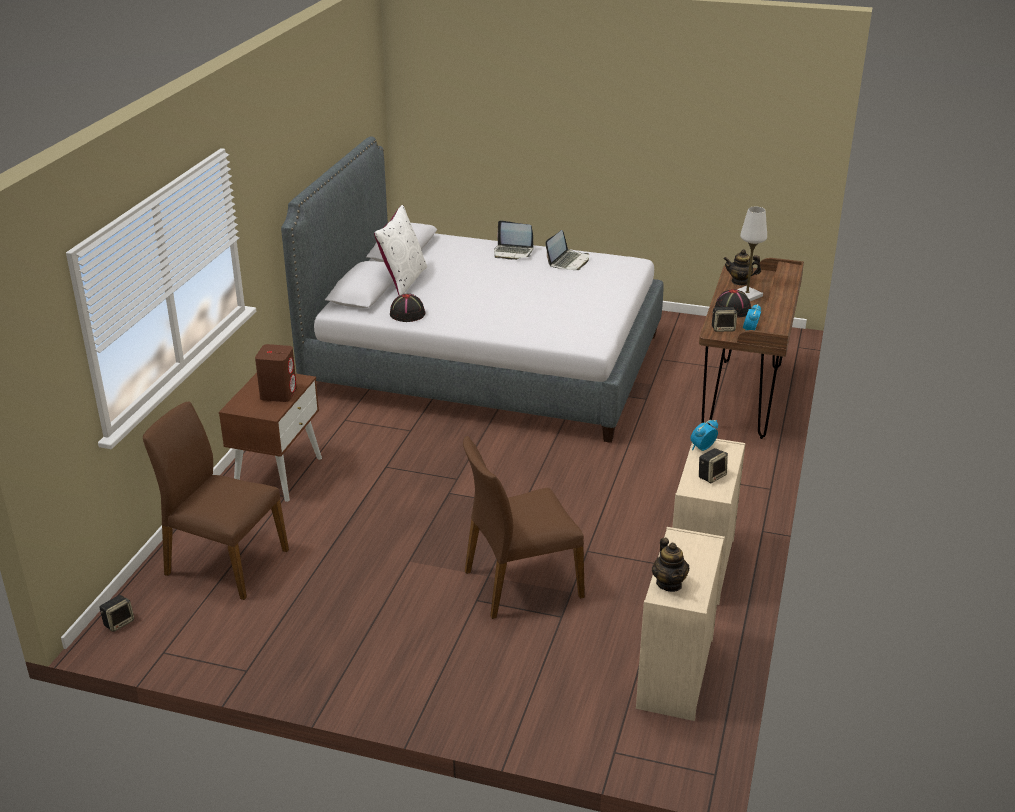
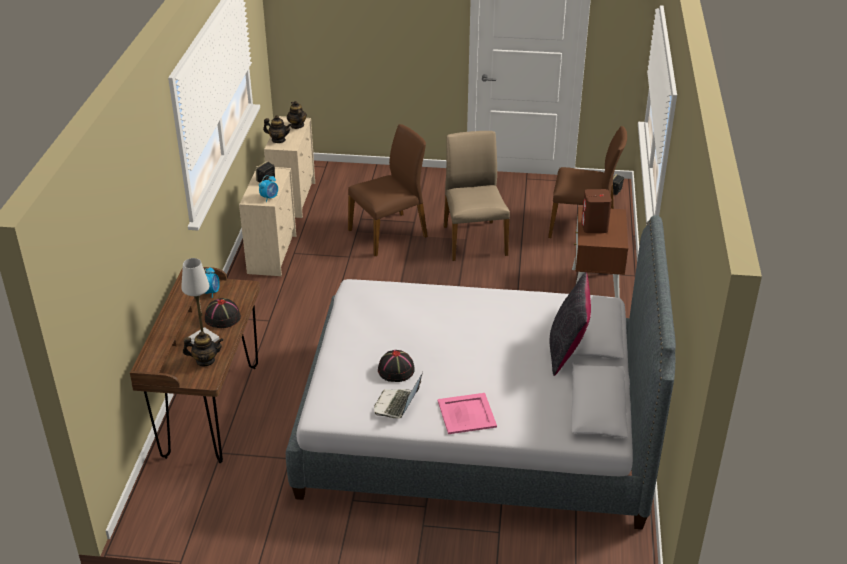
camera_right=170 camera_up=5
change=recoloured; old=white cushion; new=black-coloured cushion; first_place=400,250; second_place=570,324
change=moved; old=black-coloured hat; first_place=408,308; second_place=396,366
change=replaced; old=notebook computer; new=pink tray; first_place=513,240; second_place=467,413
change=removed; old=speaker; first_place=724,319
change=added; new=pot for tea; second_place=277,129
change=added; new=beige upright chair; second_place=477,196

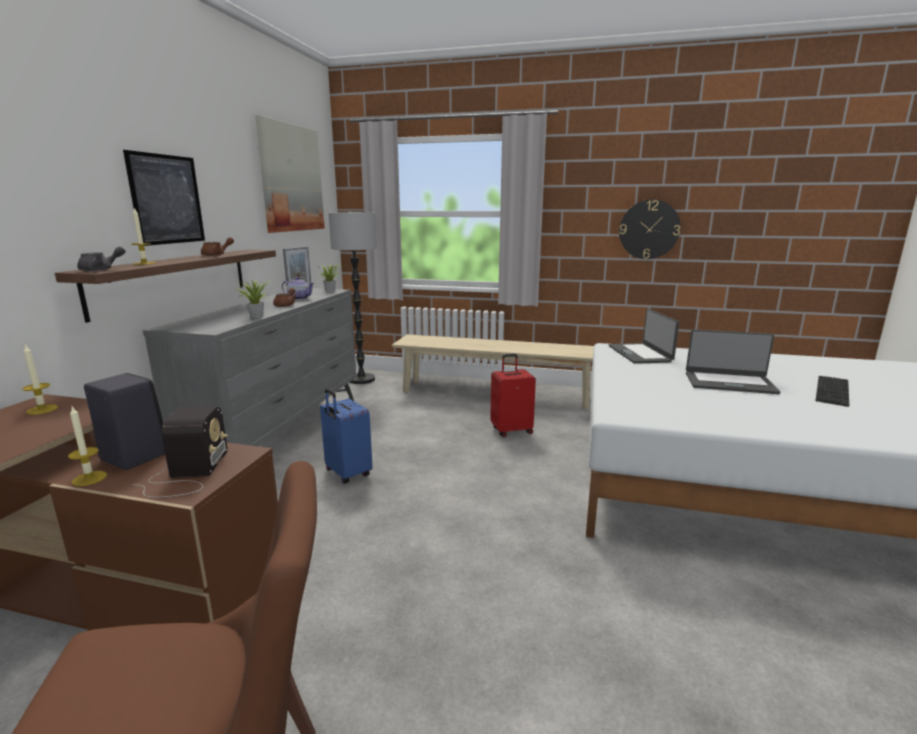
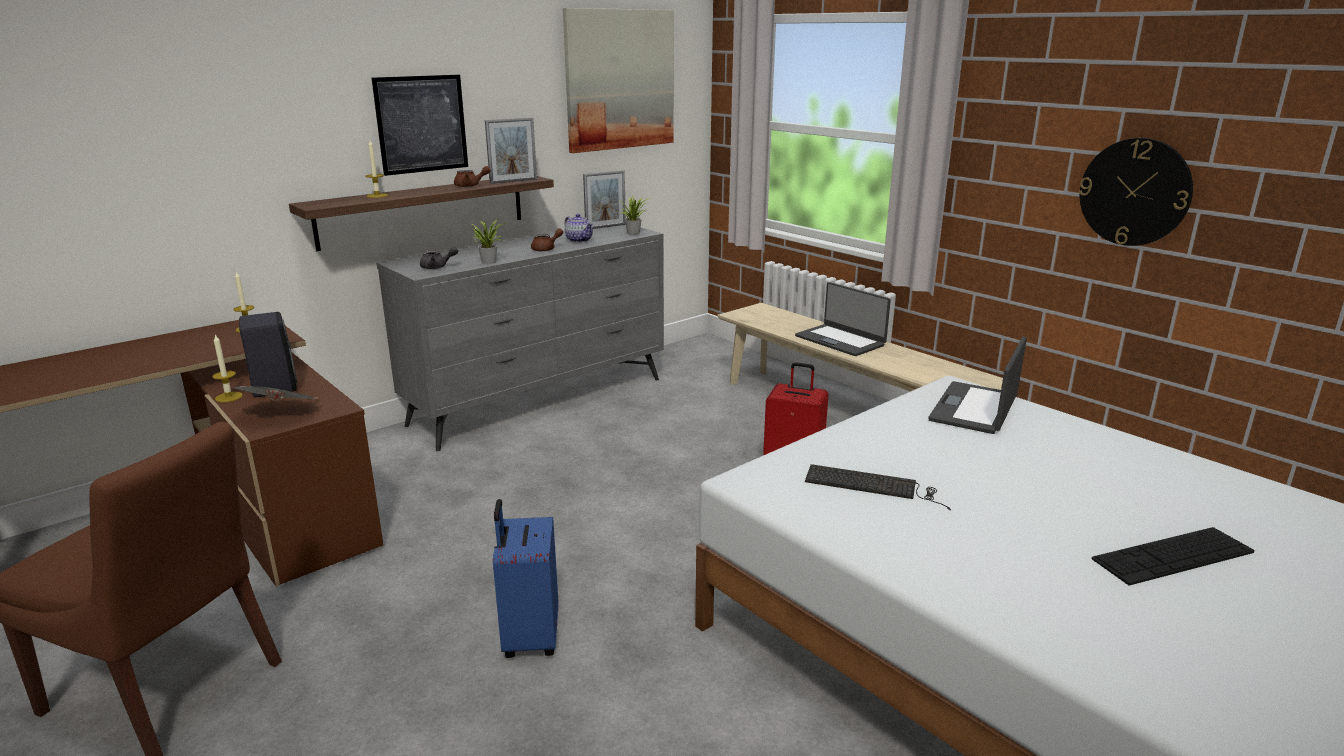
camera_right=35 camera_up=5
change=moved; old=greyish pot for tea; first_place=101,258; second_place=439,258
change=replaced; old=radio; new=daily paper; first_place=180,452; second_place=271,393
change=moved; old=blue-coloured suitcase; first_place=346,436; second_place=526,578
change=removed; old=standard lamp; first_place=352,298
change=moved; old=notebook computer; first_place=733,361; second_place=843,319
change=added; new=photo frame; second_place=511,151
change=added; new=computer keyboard; second_place=878,487

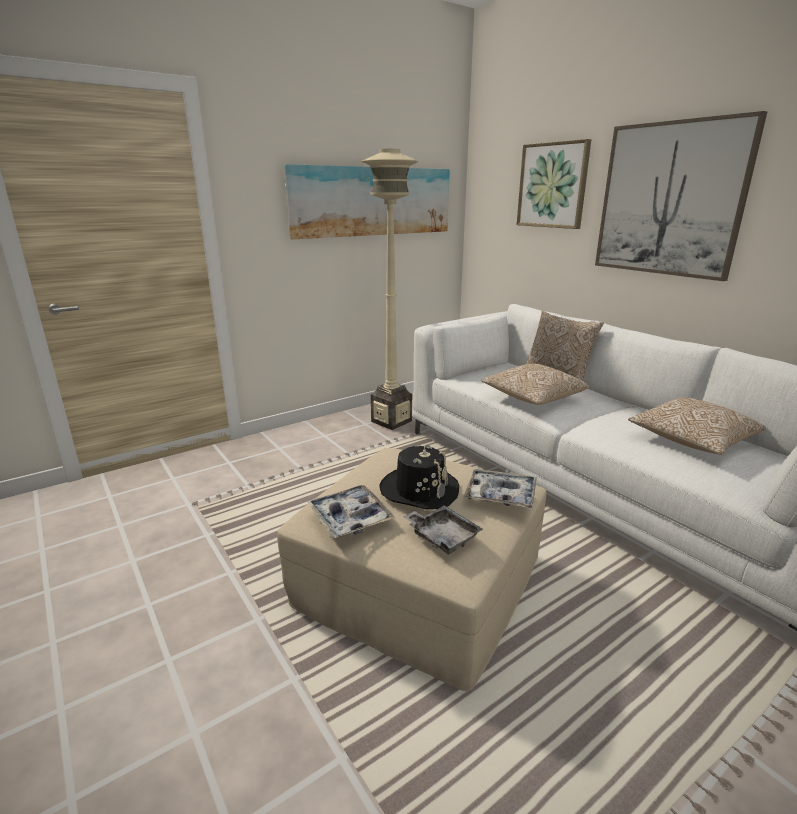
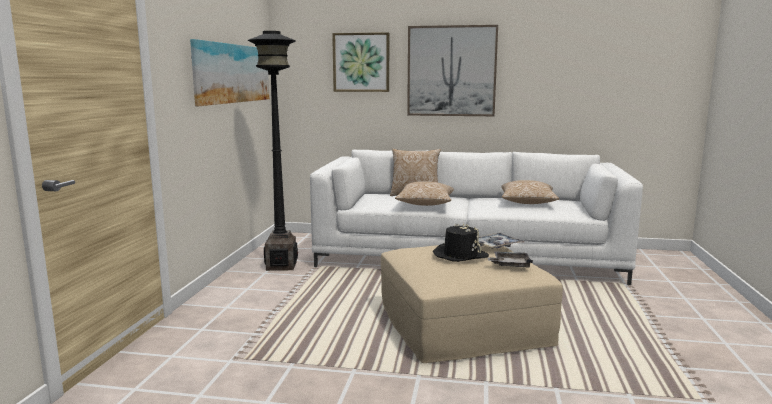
camera_right=-45 camera_up=-10
change=removed; old=tray; first_place=351,511
change=recoloured; old=beige standard lamp; new=black-coloured standard lamp; first_place=390,289; second_place=273,151

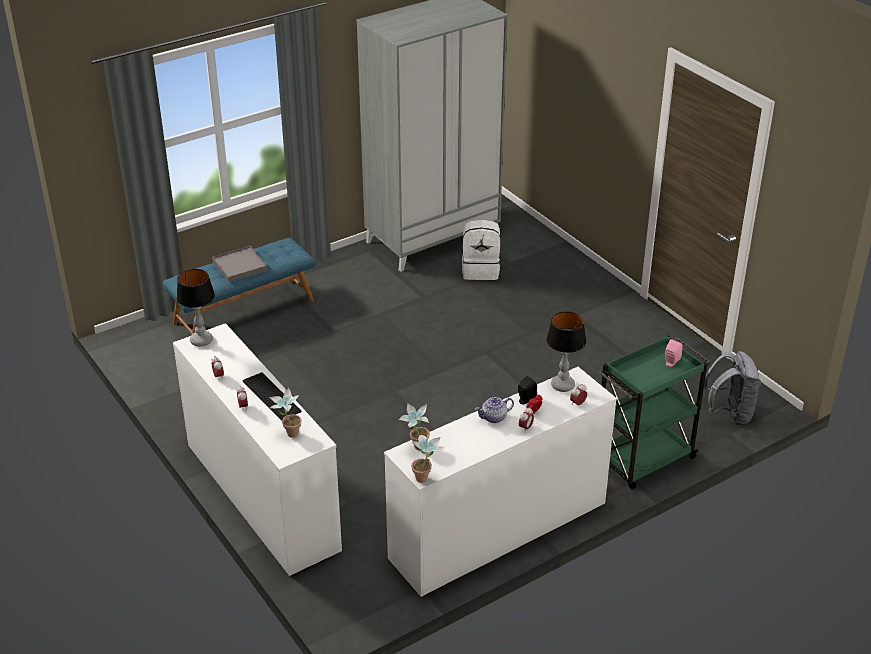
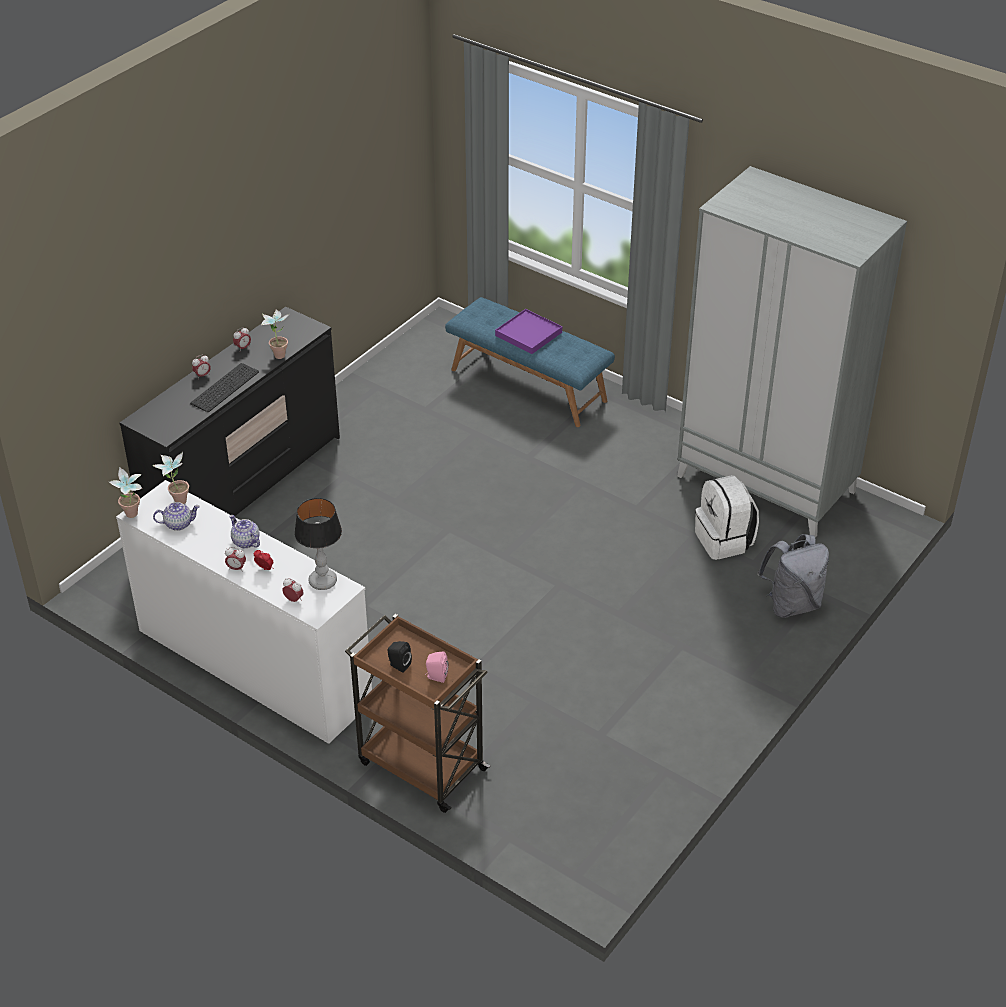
camera_right=70 camera_up=5
change=recoloured; old=white chest of drawers; new=black-coloured chest of drawers; first_place=257,449; second_place=229,411
change=removed; old=lamp for a table; first_place=195,308
change=recoloured; old=greyish tray; new=purple tray; first_place=239,264; second_place=528,331
change=moved; old=potted plant; first_place=285,413; second_place=275,334
change=moved; old=black-coloured speaker; first_place=527,390; second_place=399,657
change=recoloured; old=green trolley; new=brownish trolley; first_place=654,412; second_place=418,713
change=moved; old=greyish backpack; first_place=732,388; second_place=793,576
change=added; new=pot for tea; second_place=176,516

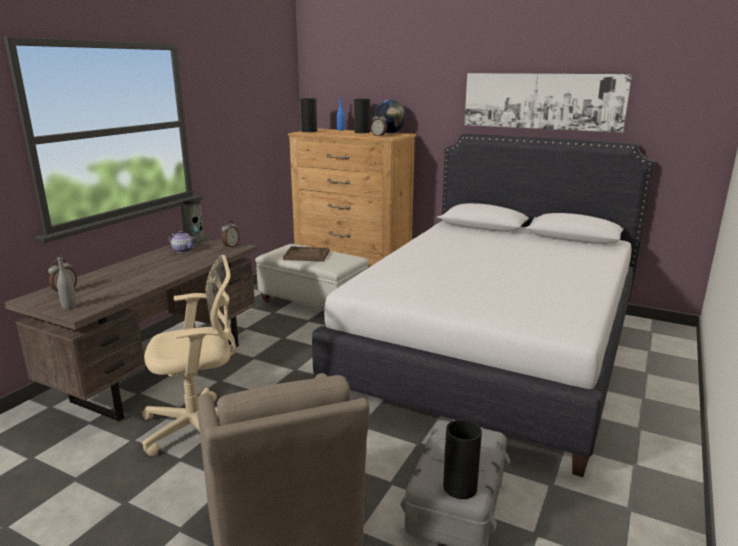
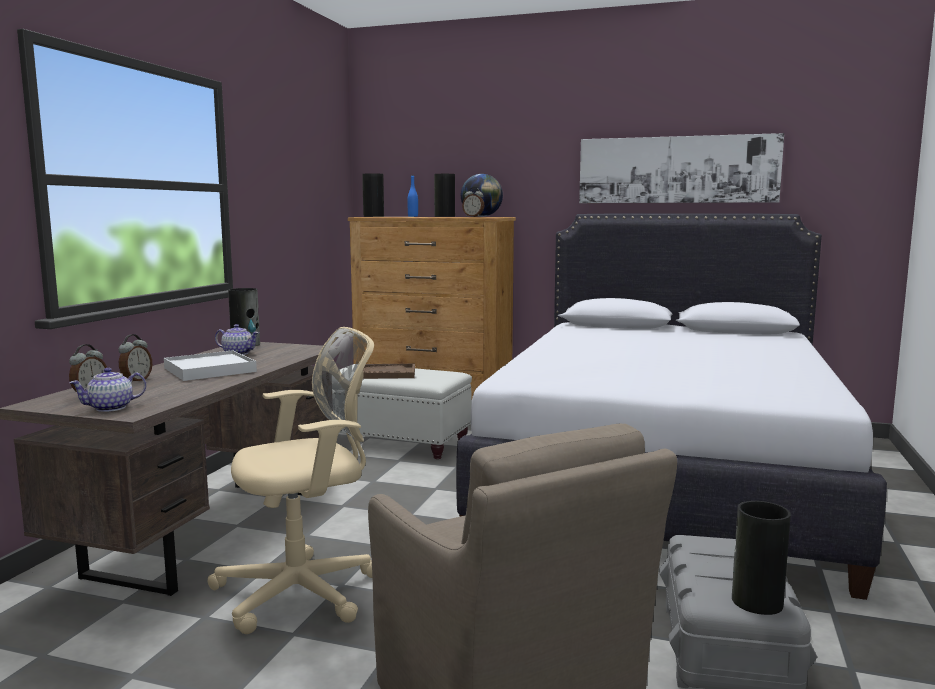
camera_right=-10 camera_up=-10
change=replaced; old=greyish beverage bottle; new=pot for tea; first_place=67,282; second_place=107,390
change=moved; old=table clock; first_place=230,234; second_place=135,357
change=added; new=white tray; second_place=210,365

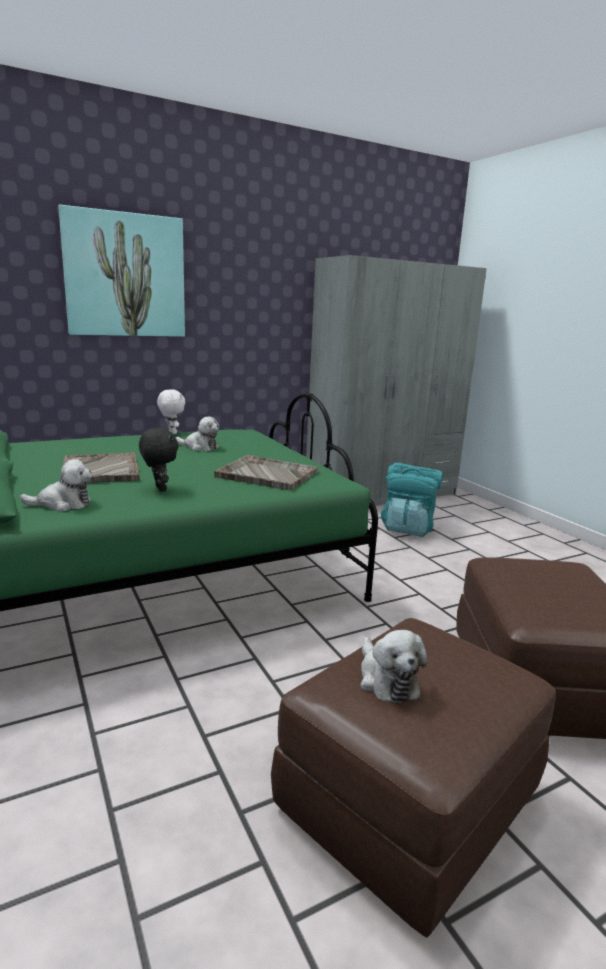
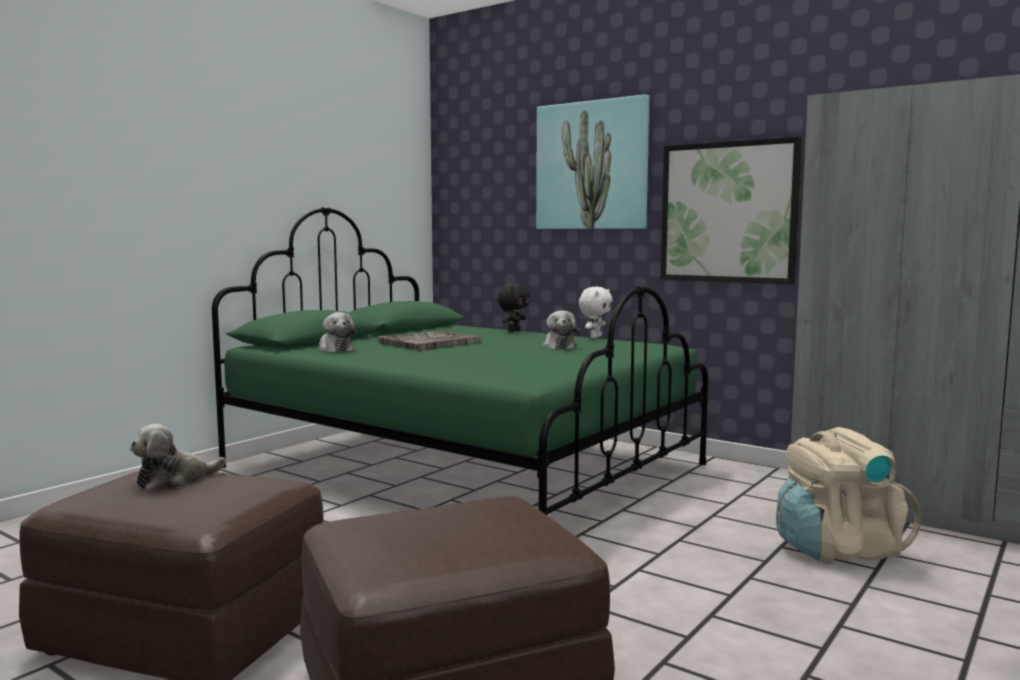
camera_right=65 camera_up=-10
change=moved; old=black-coloured soft toy; first_place=158,460; second_place=513,307
change=removed; old=greyish tray; first_place=266,472
change=recoloured; old=turquoise backpack; new=beige backpack; first_place=412,500; second_place=848,495
change=added; new=picture; second_place=731,210

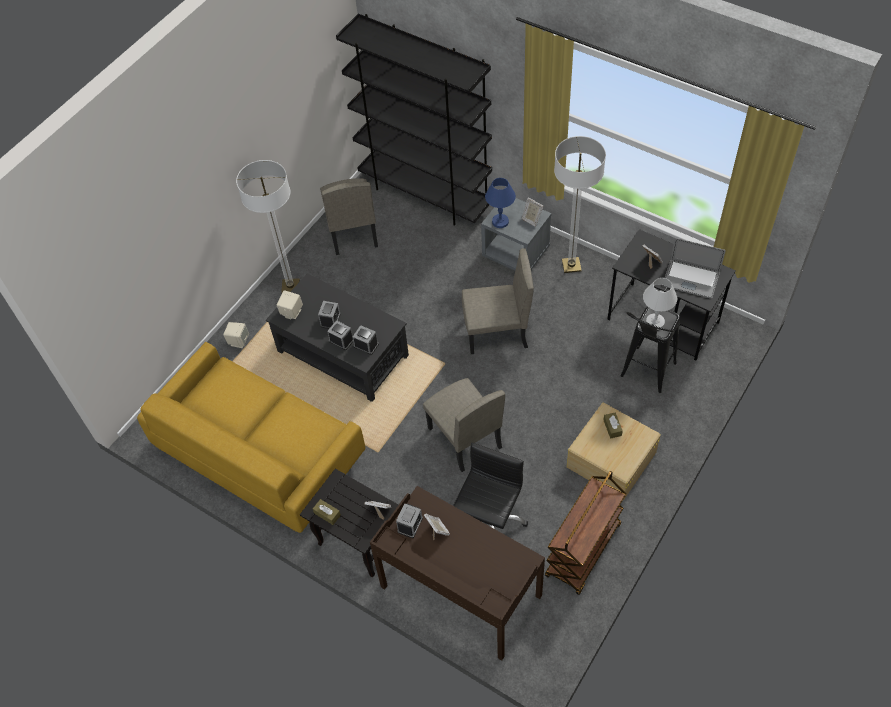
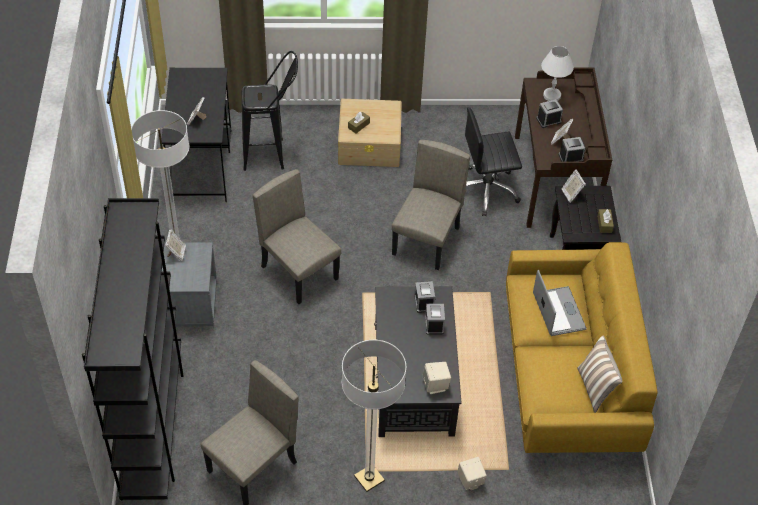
camera_right=-130 camera_up=-5
change=moved; old=table clock; first_place=329,315; second_place=549,113
change=removed; old=blue-coloured lamp for a table; first_place=500,203
change=removed; old=brownish trolley; first_place=585,533
change=moved; old=white lamp for a table; first_place=660,304; second_place=557,73
change=moved; old=notebook computer; first_place=694,268; second_place=560,303
change=added; new=cushion; second_place=600,374

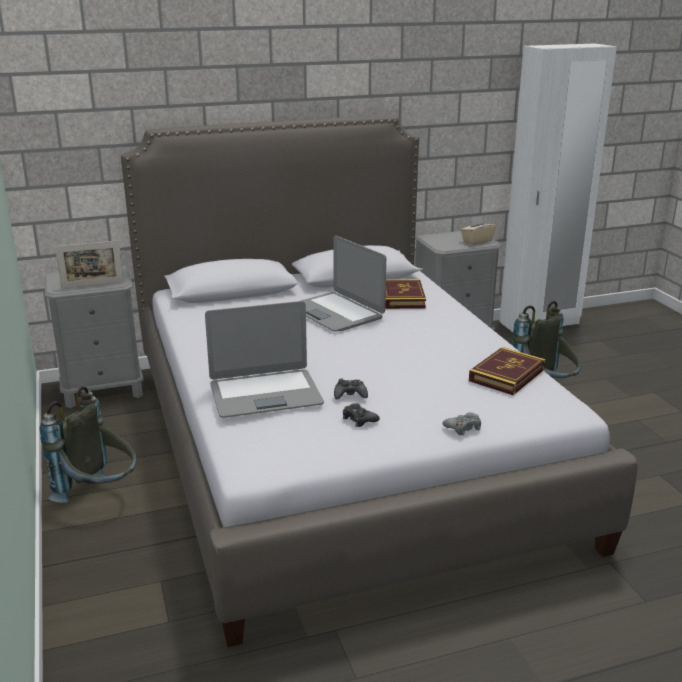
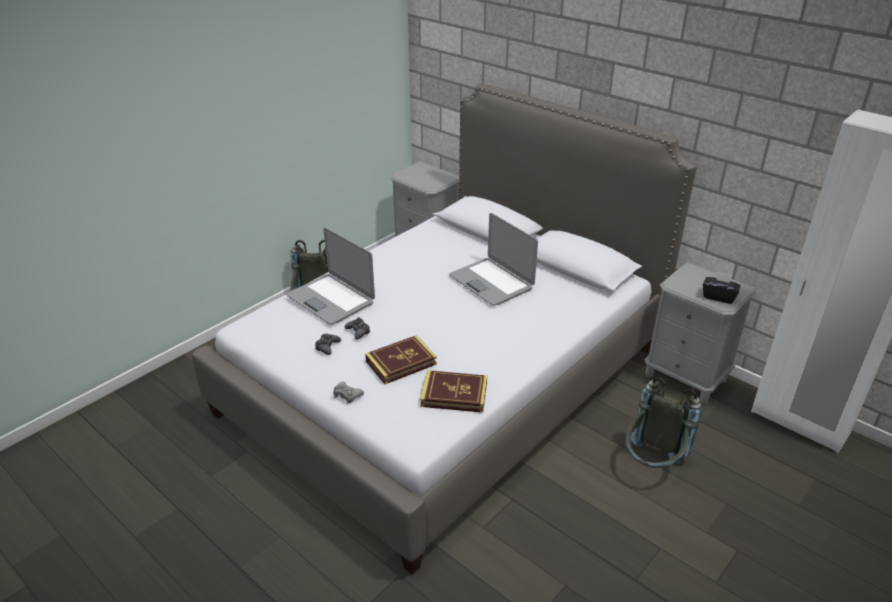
camera_right=60 camera_up=10
change=removed; old=photo frame; first_place=89,264
change=turned; old=notebook computer; first_place=343,284; second_place=493,259; degrees=-60
change=moved; old=bound book; first_place=405,294; second_place=401,359
change=recoloured; old=beige box of tissues; new=black-coloured box of tissues; first_place=478,230; second_place=721,287

